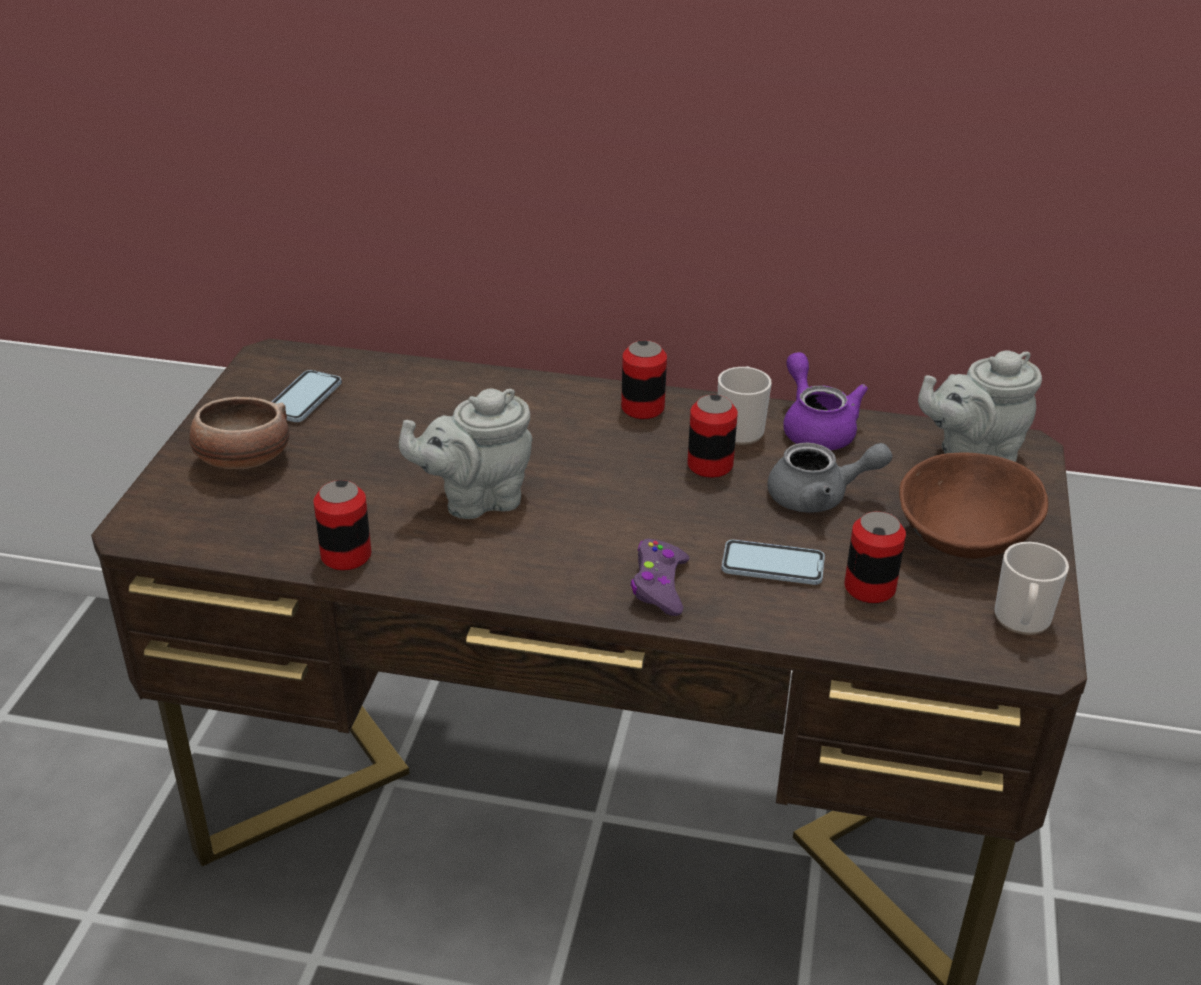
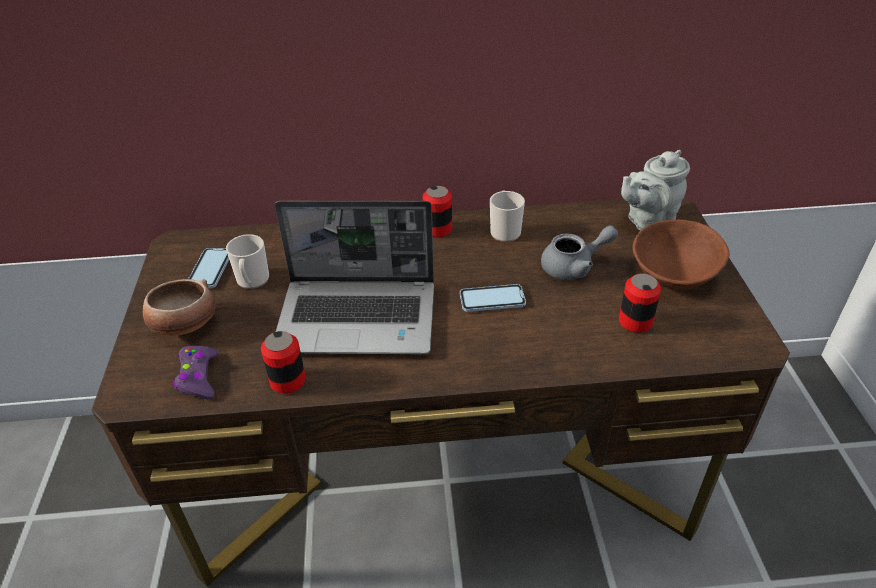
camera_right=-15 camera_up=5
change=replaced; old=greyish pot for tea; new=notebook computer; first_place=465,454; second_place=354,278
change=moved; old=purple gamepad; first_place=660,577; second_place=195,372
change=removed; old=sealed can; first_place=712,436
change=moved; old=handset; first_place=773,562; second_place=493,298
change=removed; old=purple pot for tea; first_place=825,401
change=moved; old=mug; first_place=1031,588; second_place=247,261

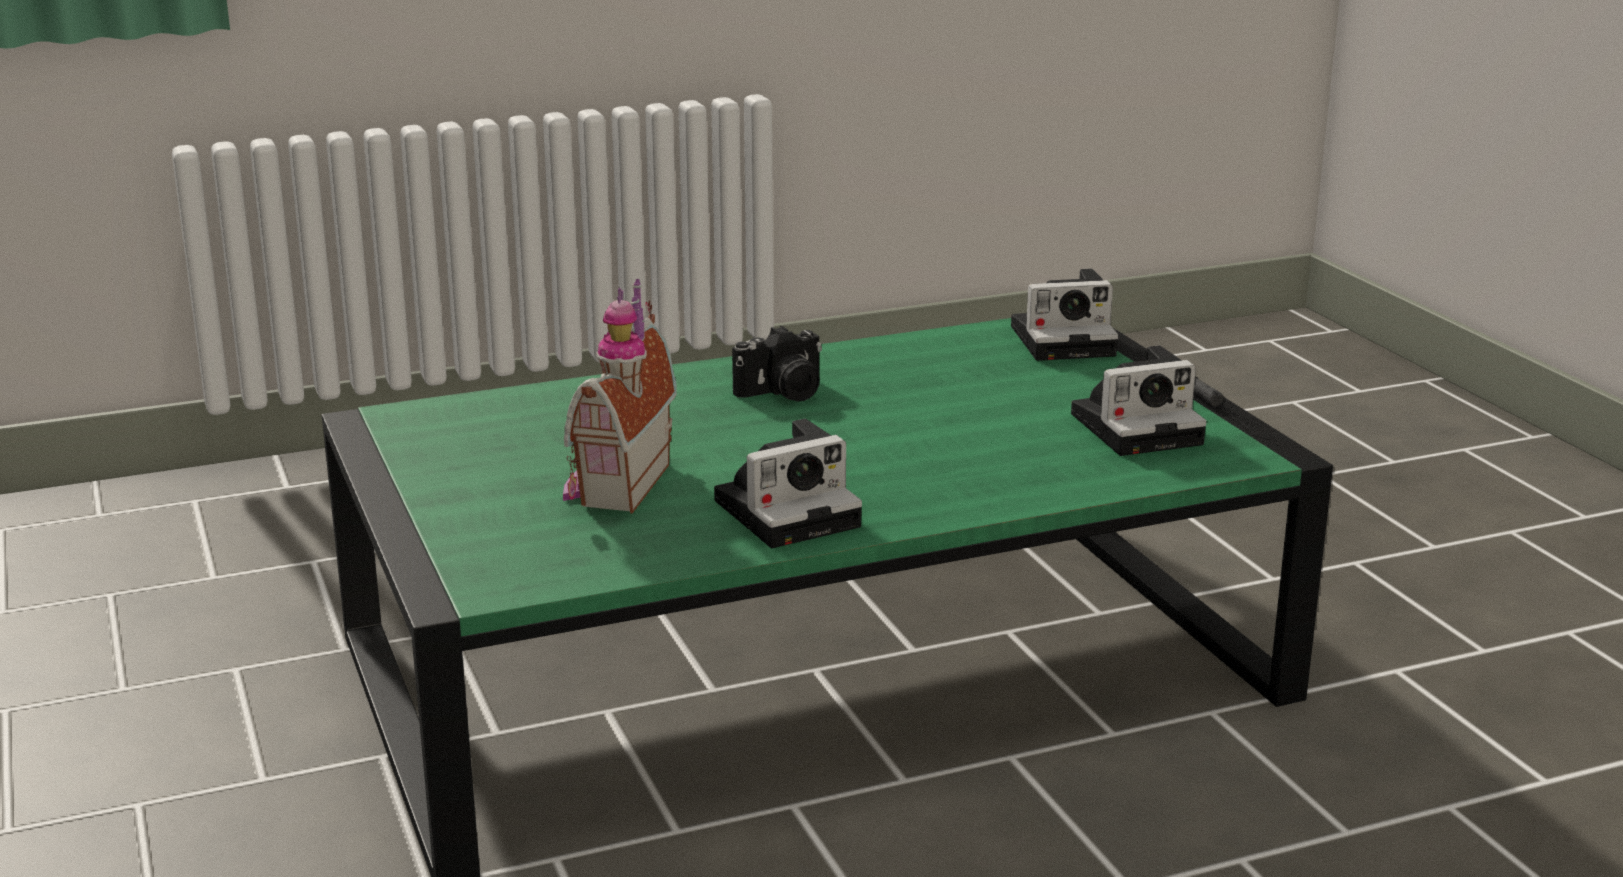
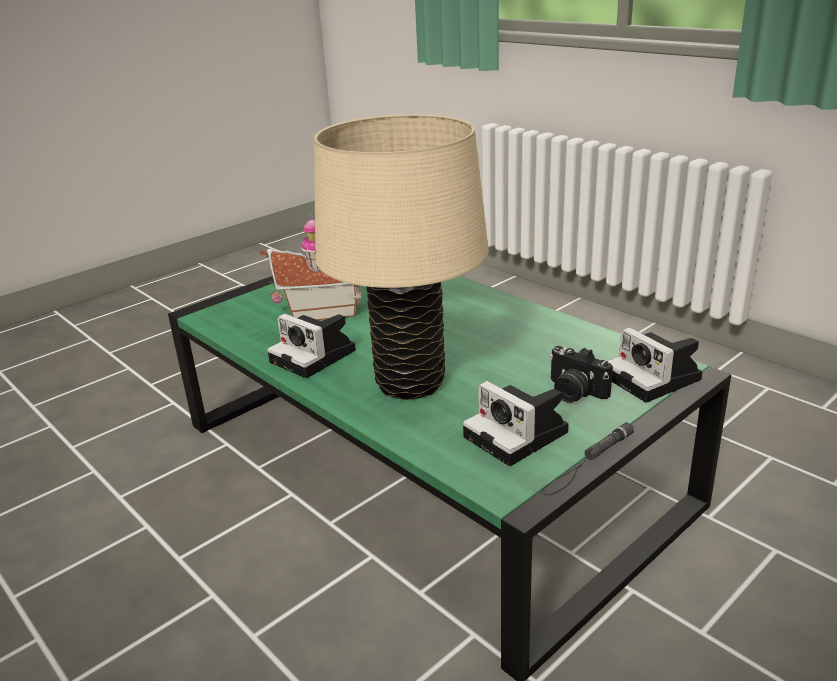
camera_right=70 camera_up=5
change=moved; old=still camera; first_place=777,363; second_place=581,374
change=added; new=beige lamp for a table; second_place=401,257

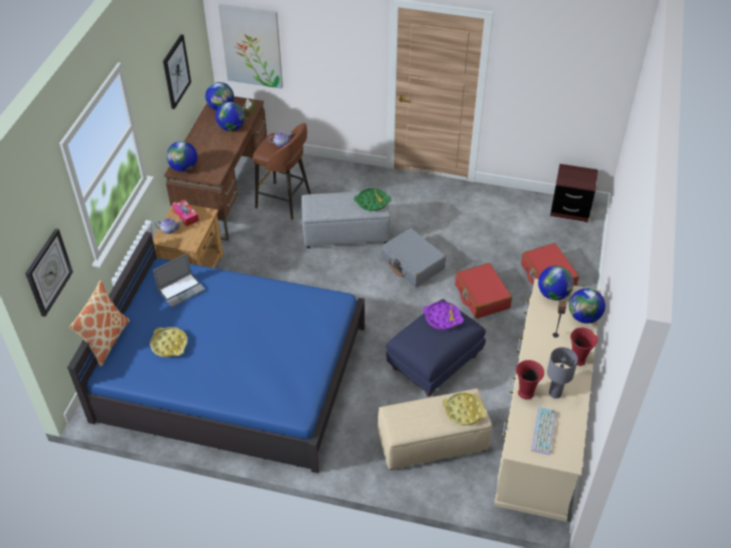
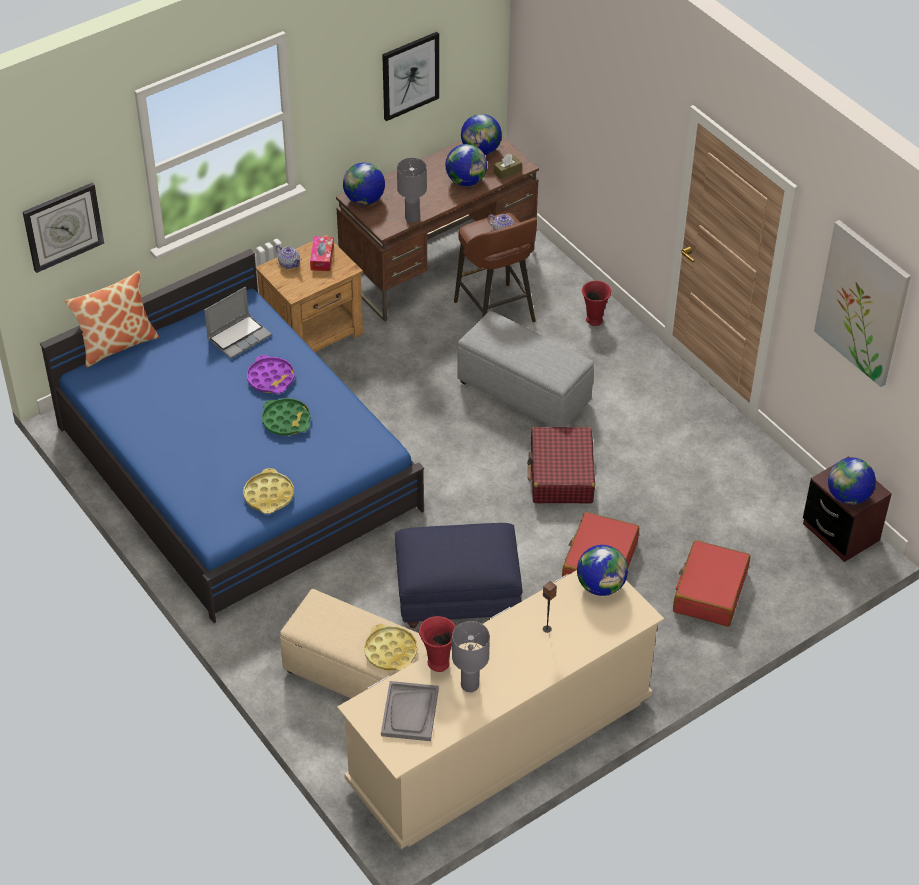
camera_right=40 camera_up=0
change=moved; old=yellowish tray; first_place=169,342; second_place=268,491
change=turned; old=notebook computer; first_place=179,280; second_place=238,323; degrees=-45
change=moved; old=picture; first_place=250,46; second_place=862,303
change=moved; old=green tray; first_place=372,199; second_place=286,417
change=recoloured; old=greyish suitcase; new=red-coloured suitcase; first_place=413,257; second_place=561,465
change=moved; old=purple tray; first_place=443,315; second_place=271,374
change=replaced; old=computer keyboard; new=greyish tray; first_place=544,431; second_place=410,711
change=moved; old=world globe; first_place=587,306; second_place=852,481
change=moved; old=red-coloured flower vase; first_place=584,347; second_place=596,303
change=added; new=greyish lamp for a table; second_place=412,190

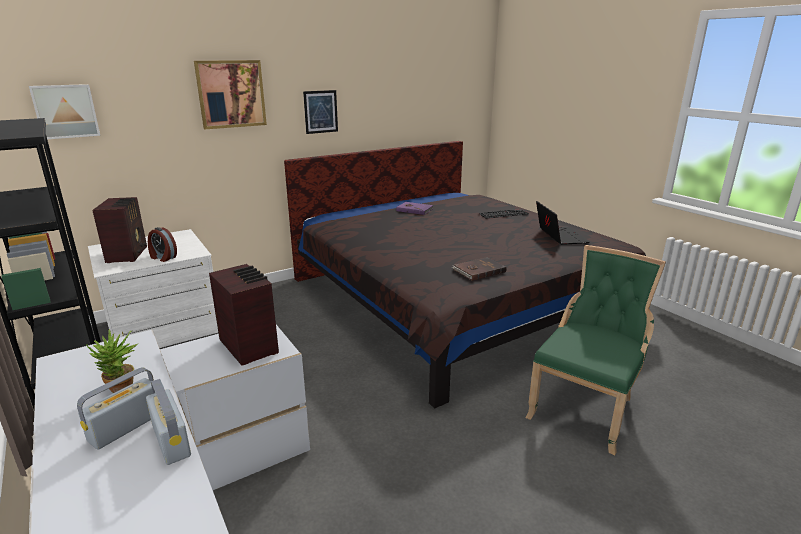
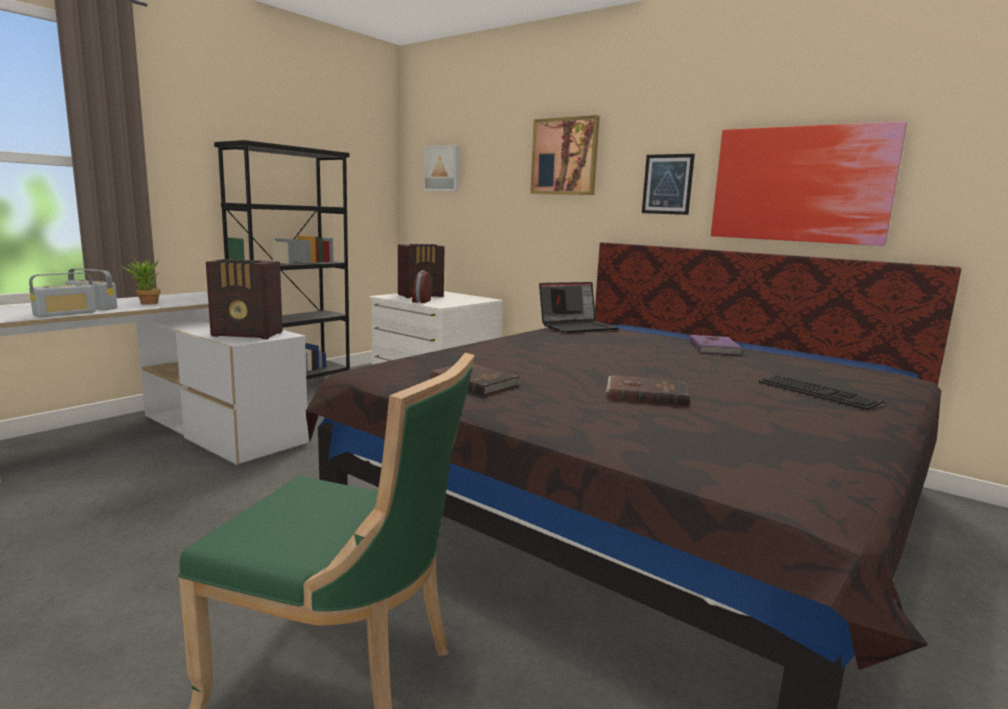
camera_right=70 camera_up=-10
change=turned; old=radio; first_place=244,315; second_place=244,299; degrees=60
change=moved; old=notebook computer; first_place=563,223; second_place=579,307
change=added; new=brownish bound book; second_place=648,390
change=added; new=picture; second_place=809,183

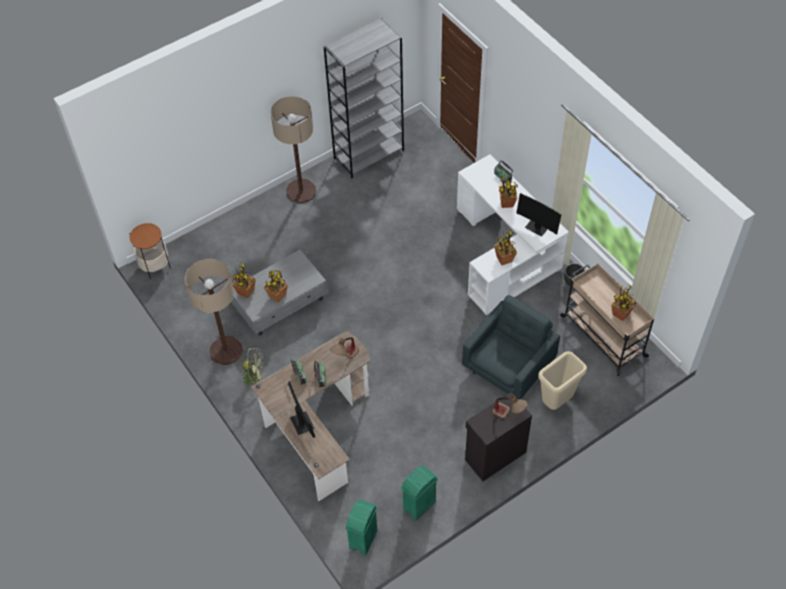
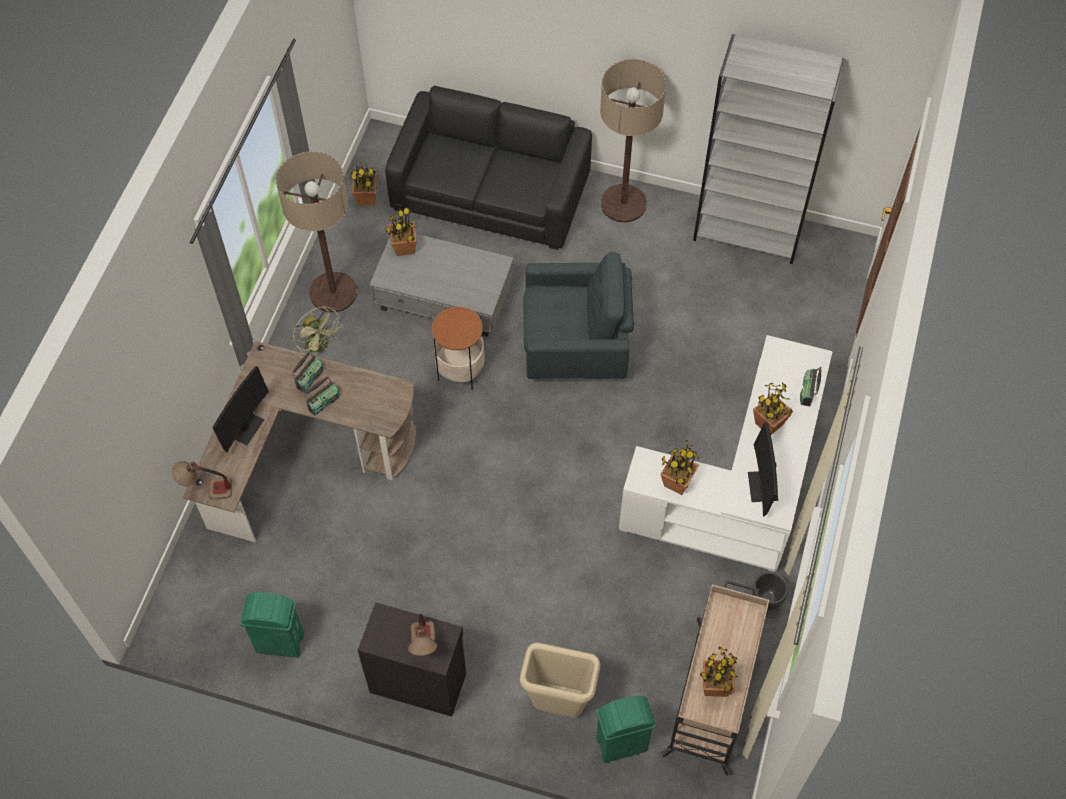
camera_right=50 camera_up=5
change=moved; old=accent table; first_place=150,251; second_place=458,348
change=moved; old=potted plant; first_place=276,286; second_place=364,183
change=moved; old=lamp for a table; first_place=344,347; second_place=202,480
change=moved; old=green waste bin; first_place=361,527; second_place=626,729
change=moved; old=greyish armchair; first_place=511,347; second_place=578,315
change=added; new=black-coloured settee; second_place=488,168

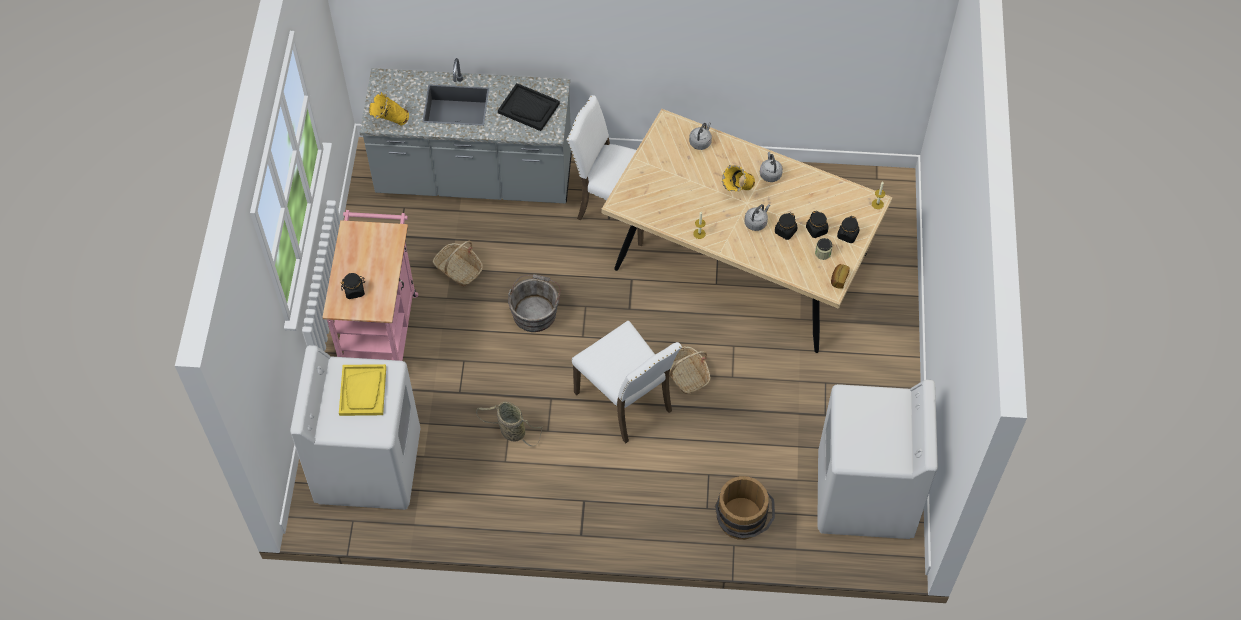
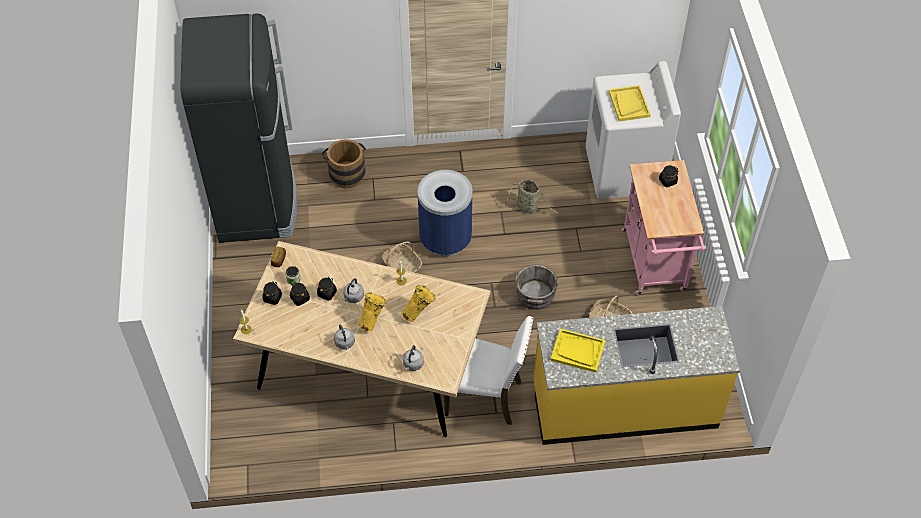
camera_right=170 camera_up=-5
change=recoloured; old=greyish counter; new=yellowish counter; first_place=465,130; second_place=636,375
change=moved; old=yellowish flower vase; first_place=389,109; second_place=418,303
change=recoloured; old=black-coloured tray; new=yellowish tray; first_place=529,107; second_place=578,351
change=replaced; old=white upright chair; new=blue-coloured waste bin; first_place=627,382; second_place=444,213
change=replaced; old=white laundry appliance; new=black-coloured fridge; first_place=877,459; second_place=238,128

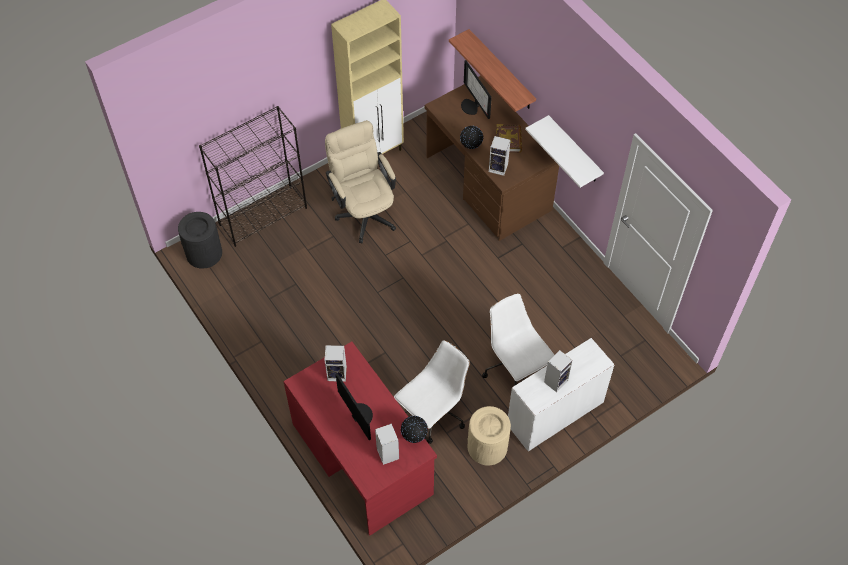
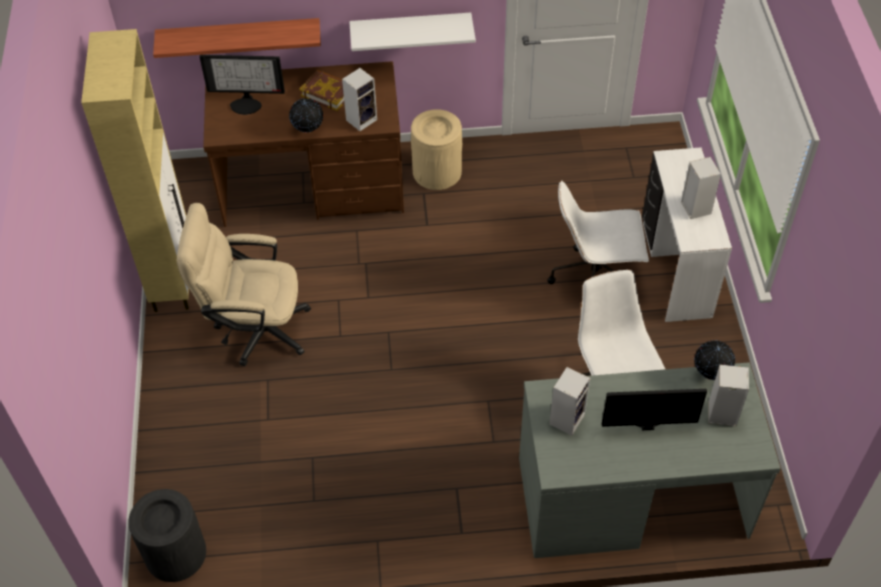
camera_right=-60 camera_up=-5
change=removed; old=black-coloured bookcase; first_place=253,176
change=recoloured; old=red-coloured desk unit; new=greyish desk unit; first_place=360,439; second_place=650,460
change=moved; old=beige waste bin; first_place=489,436; second_place=436,149

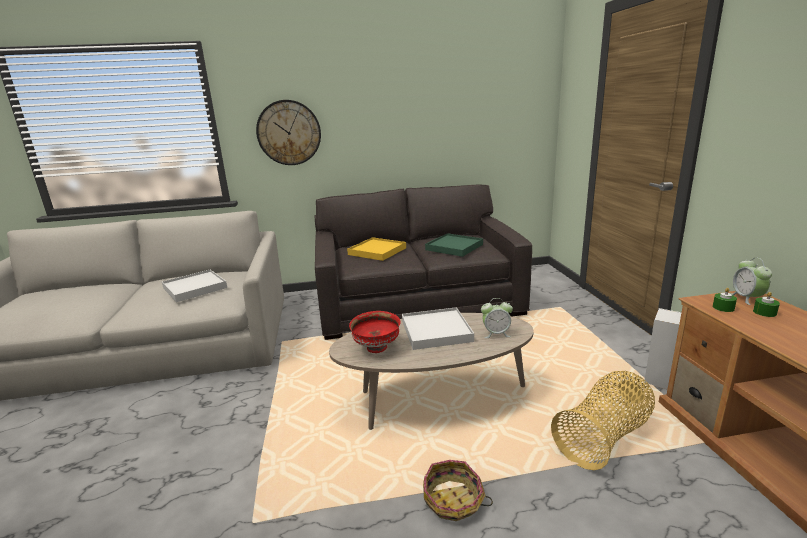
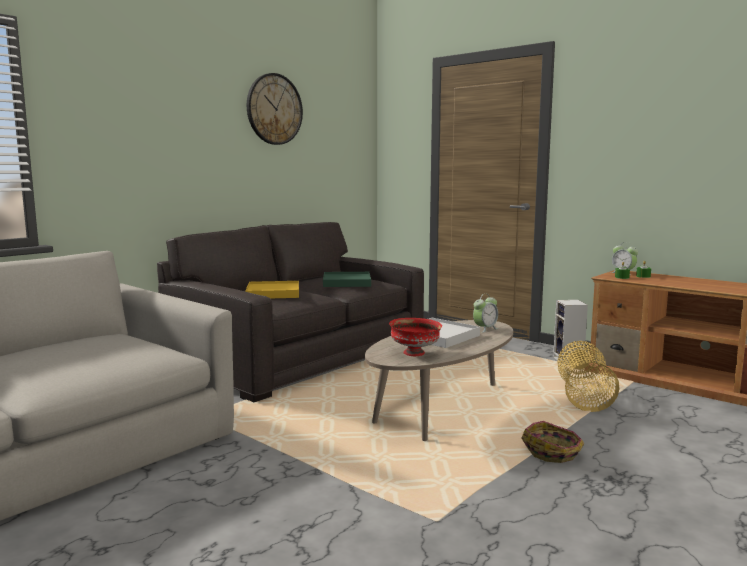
camera_right=-40 camera_up=-10
change=removed; old=white tray; first_place=194,286
change=moved; old=wall clock; first_place=288,132; second_place=275,109

